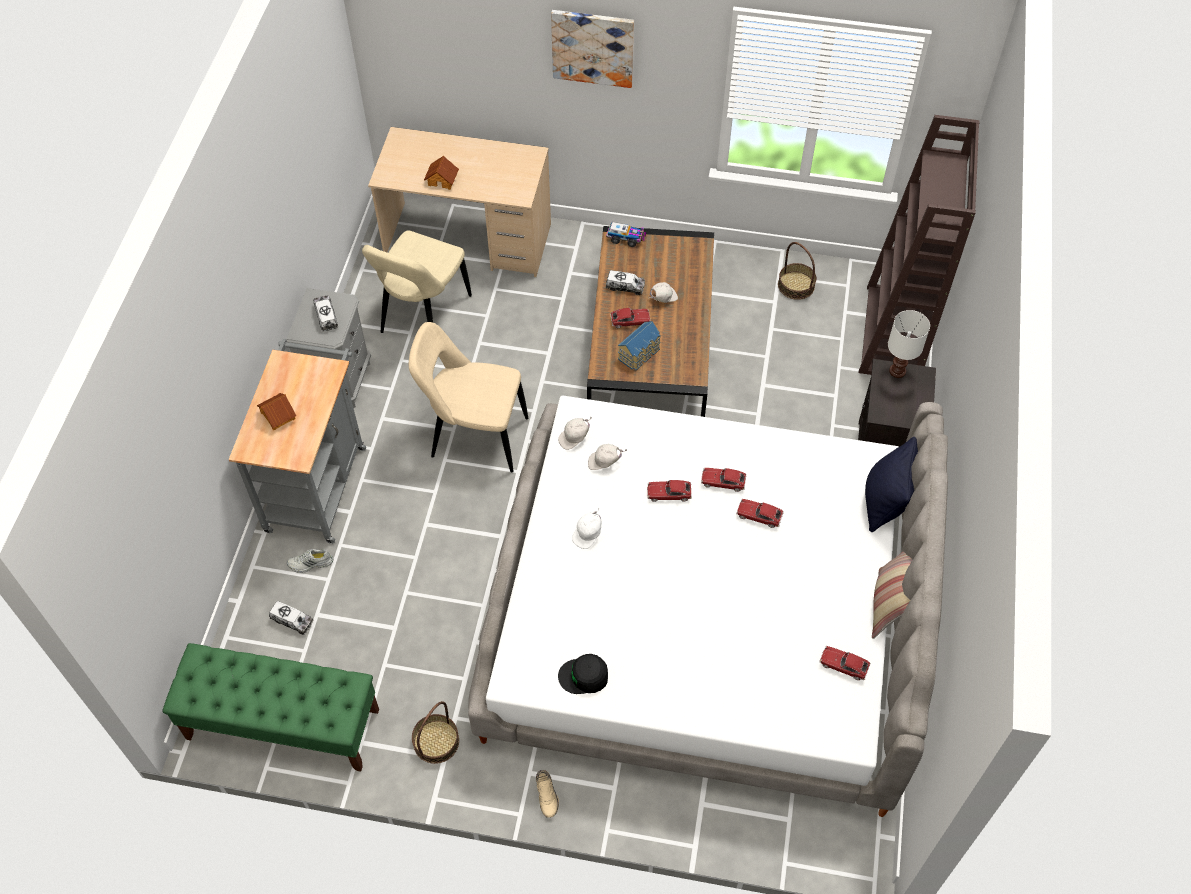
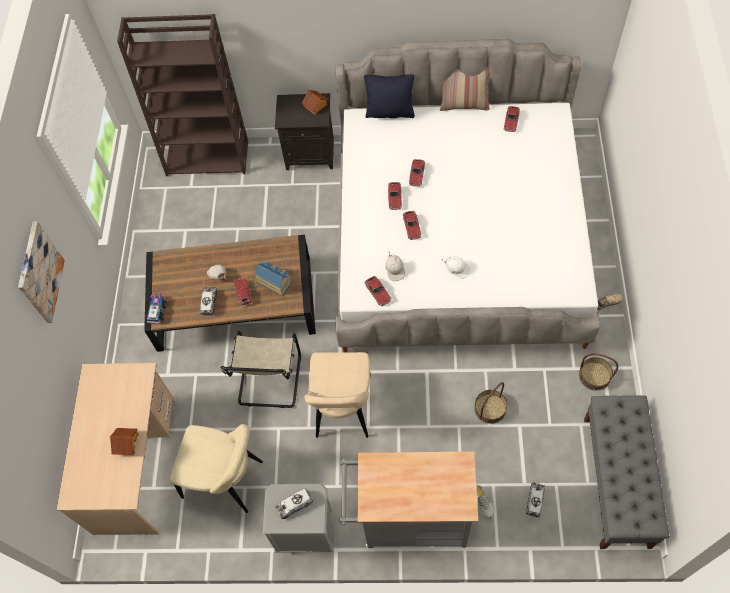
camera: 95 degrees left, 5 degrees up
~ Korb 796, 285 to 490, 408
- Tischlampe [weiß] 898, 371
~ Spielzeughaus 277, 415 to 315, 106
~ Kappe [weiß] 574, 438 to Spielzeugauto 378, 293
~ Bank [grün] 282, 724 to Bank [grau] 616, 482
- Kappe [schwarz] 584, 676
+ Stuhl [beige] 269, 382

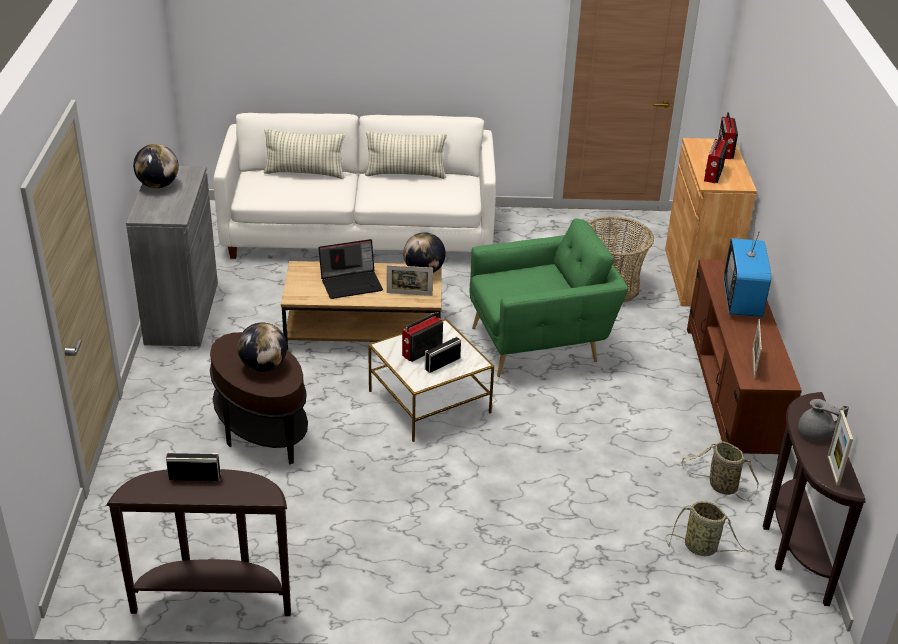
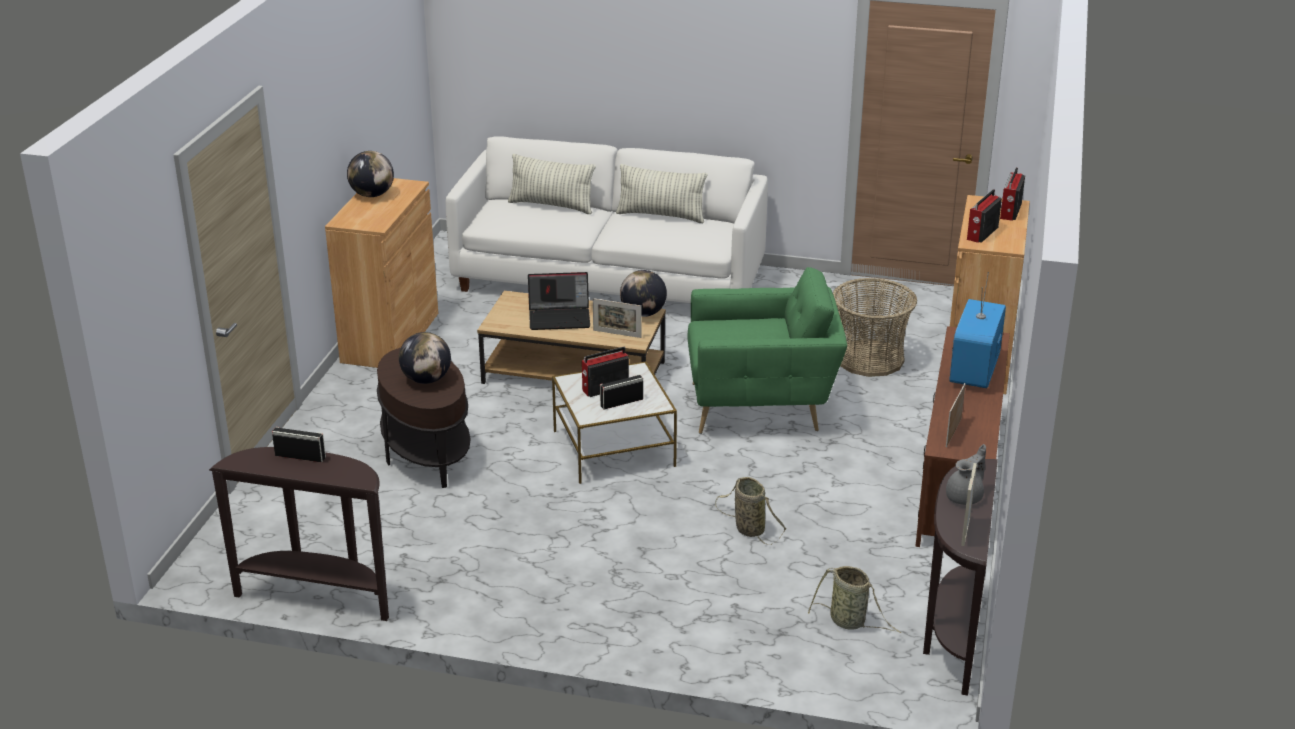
camera: 15 degrees right, 5 degrees down
~ Schrank [grau] 182, 313 to Schrank [braun] 390, 337
~ Teekanne [grau] 815, 434 = 965, 497 90 degrees counterclockwise
~ Korb 720, 486 to 748, 528

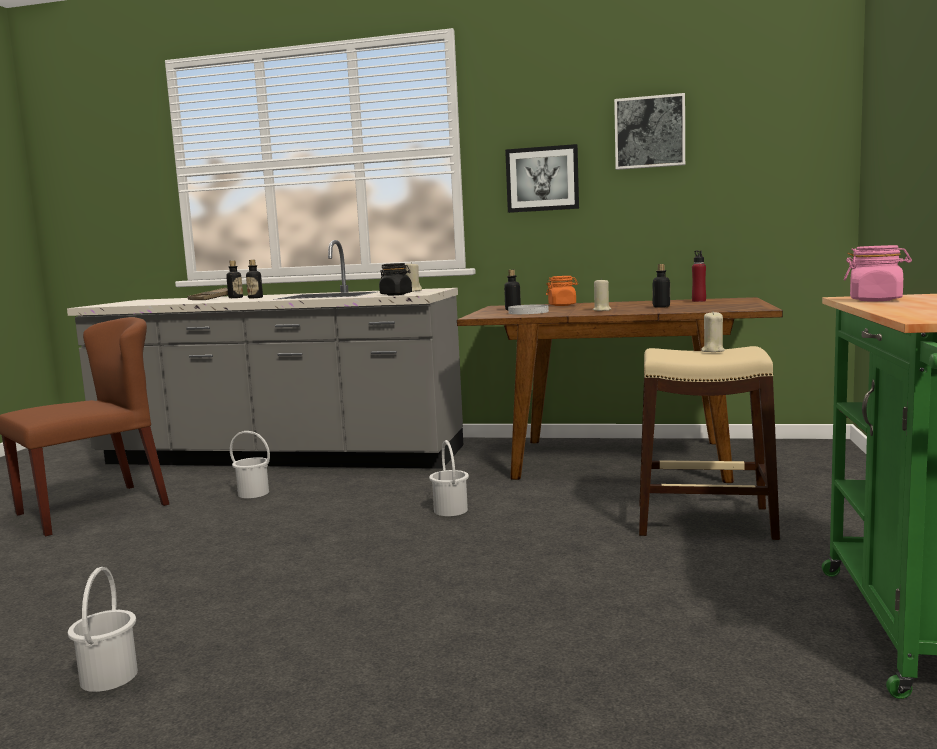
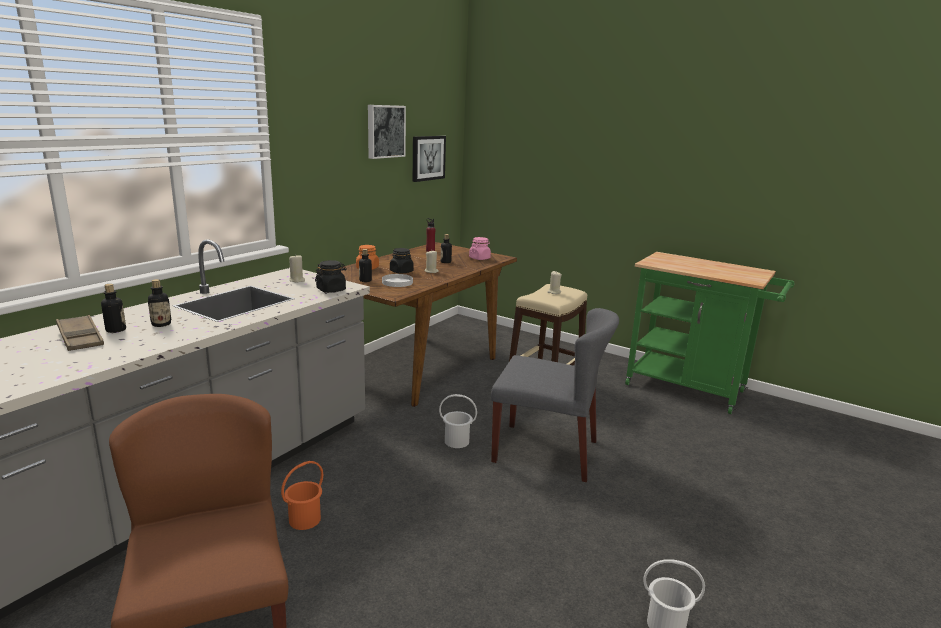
camera: 70 degrees left, 10 degrees up
~ Bild 542, 179 to 428, 158
~ Vorratsglas [rosa] 875, 300 to 479, 258
~ Eimer [weiß] 253, 493 to Eimer [orange] 305, 520
+ Vorratsglas [schwarz] 401, 271
+ Stuhl [grau] 546, 451

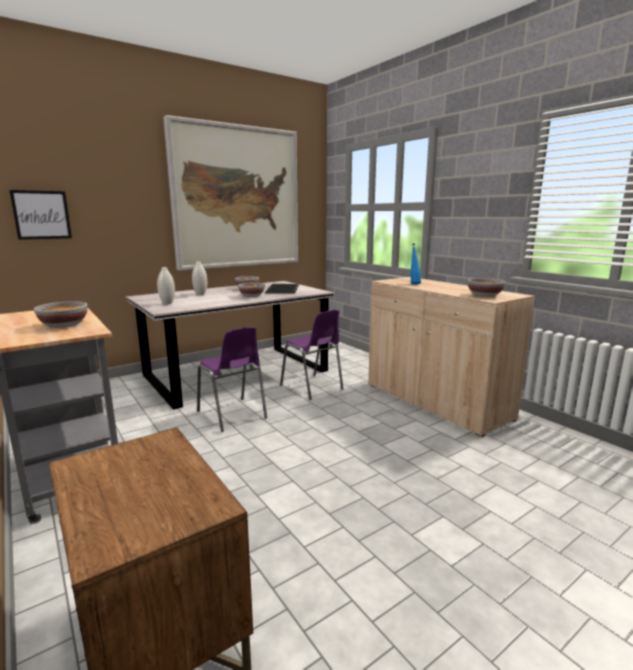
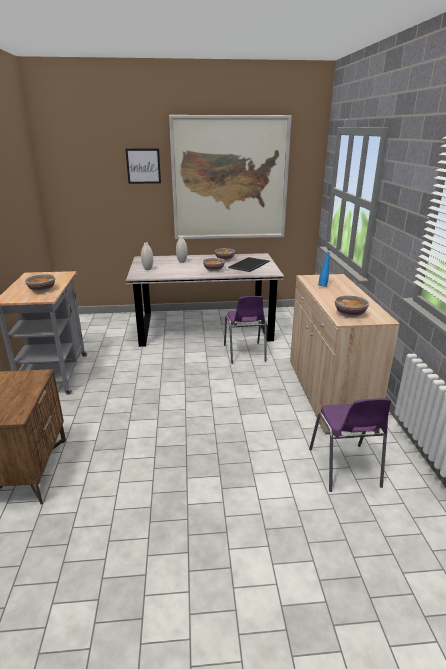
camera: 30 degrees right, 10 degrees up
~ Bild 41, 215 to 143, 166
~ Stuhl [lila] 232, 415 to 345, 469

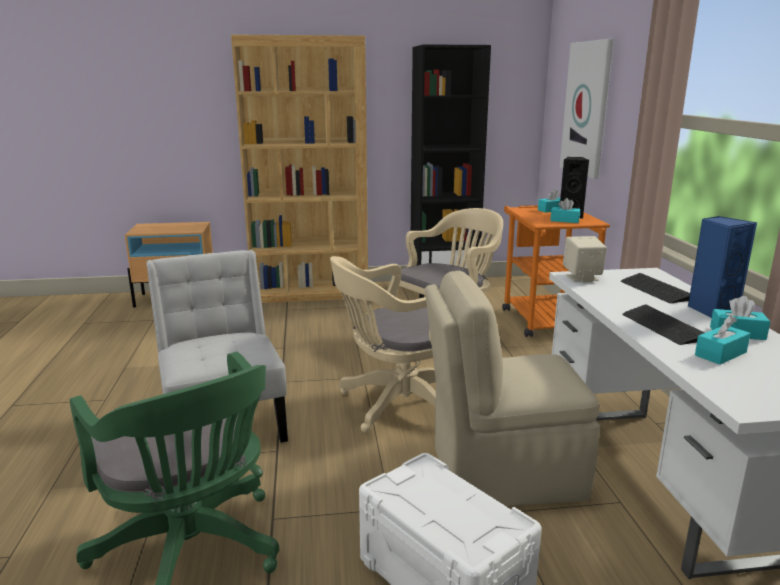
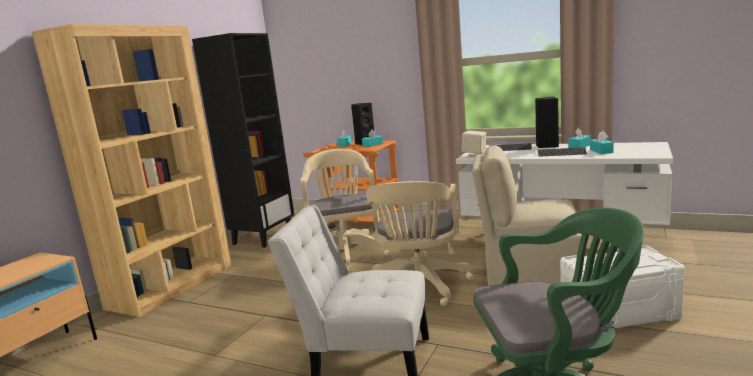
camera: 55 degrees left, 5 degrees down
- Bild 587, 108
~ Lautsprecher [blau] 711, 310 to Lautsprecher [schwarz] 547, 146
~ Stuhl [beige] 502, 473 = 528, 275 75 degrees clockwise

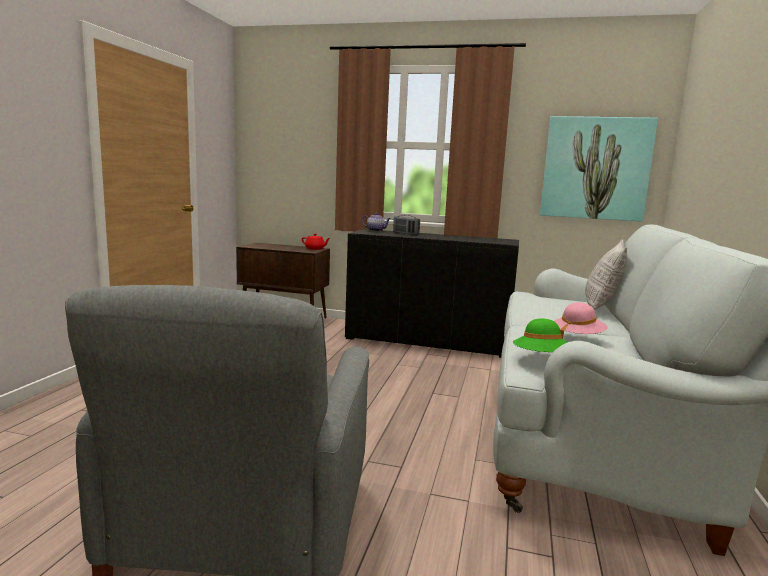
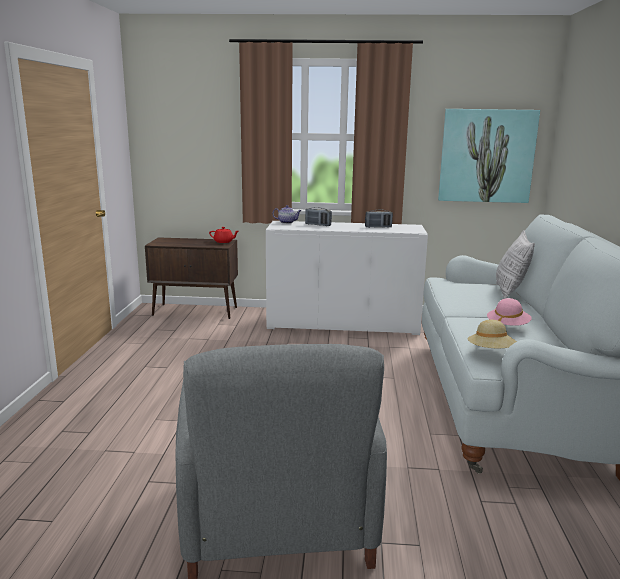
camera: 10 degrees left, 5 degrees up
~ Schrank [schwarz] 427, 341 to Schrank [weiß] 343, 324
~ Hut [grün] 541, 359 to Hut [beige] 491, 352
+ Radio 378, 227

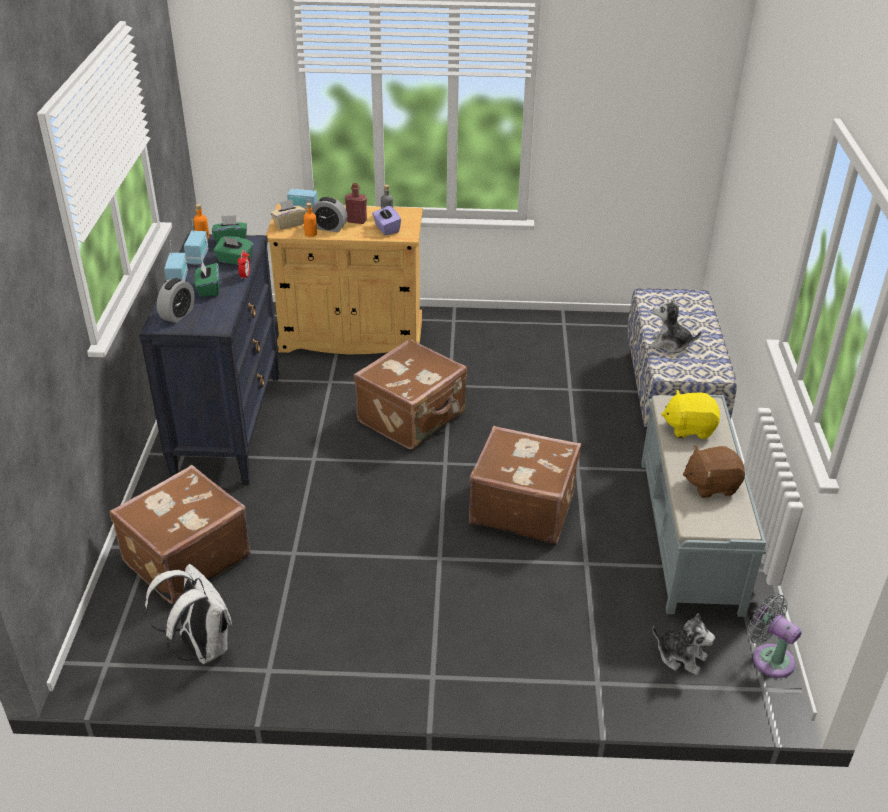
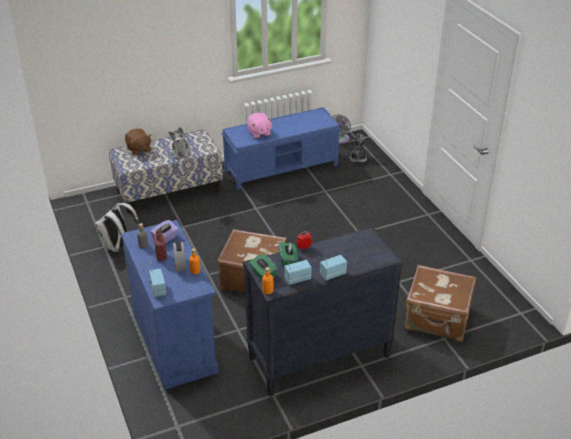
camera: 115 degrees left, 0 degrees up
- Taschentuchbox [beige] 289, 224
~ Schrank [beige] 351, 336 to Schrank [blau] 174, 341
- Taschentuchbox [grün] 208, 289
- Wecker 178, 315
~ Plüschtier [gelb] 689, 428 to Plüschtier [rosa] 259, 133
~ Bank [grau] 689, 535 to Bank [blau] 282, 167
- Koffer [braun] 522, 507
~ Plüschtier [braun] 711, 485 to 138, 149
~ Rucksack [weiß] 200, 647 to 118, 246

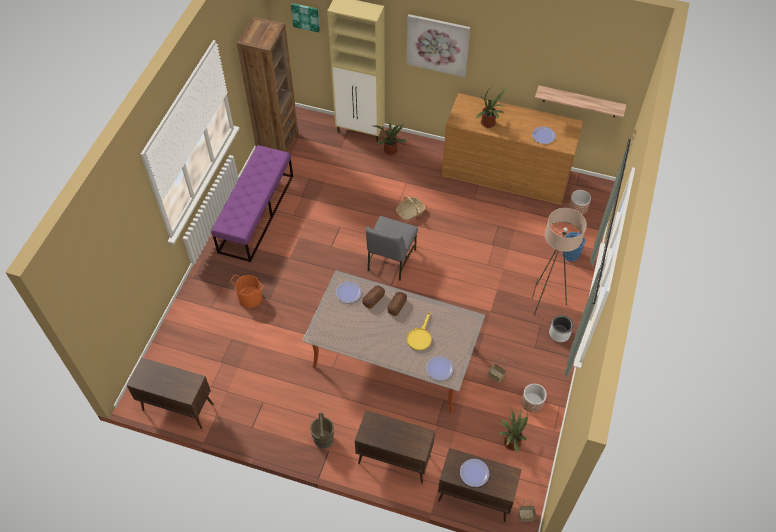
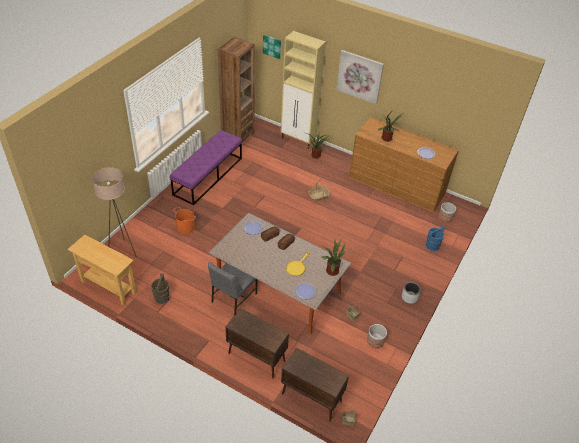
camera: 10 degrees right, 10 degrees down
- Wandregal 580, 101
~ Stehlampe [beige] 545, 300 to 123, 251
~ Stuhl [grau] 390, 260 to 233, 298
~ Schrank [braun] 177, 407 to Konsolentisch [beige] 108, 287
~ Topfpflanze 510, 442 to 331, 270
~ Eimer [braun] 323, 439 to 162, 298
- Teller 474, 473

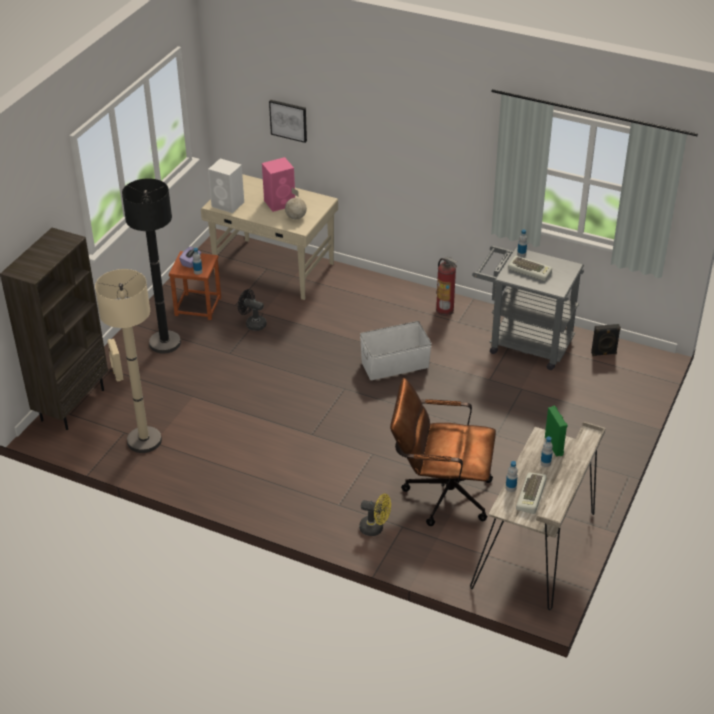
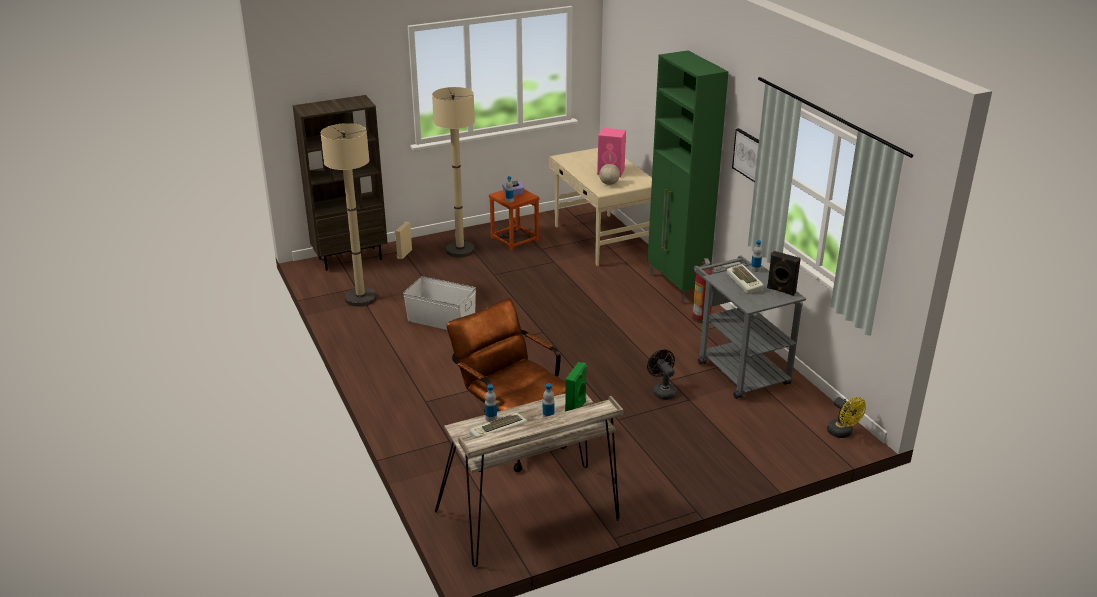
camera: 40 degrees right, 10 degrees down
~ Bild 288, 120 to 749, 155
- Lautsprecher [weiß] 228, 204
~ Stehlampe [schwarz] 165, 343 to Stehlampe [beige] 460, 250
~ Ventilator [schwarz] 253, 324 to 662, 391
~ Aufbewahrungsbox [weiß] 394, 364 to 441, 319
~ Lautsprecher [schwarz] 604, 353 to 780, 291
~ Ventilator [gelb] 375, 528 to 842, 433
+ Schrank [grün] 677, 286

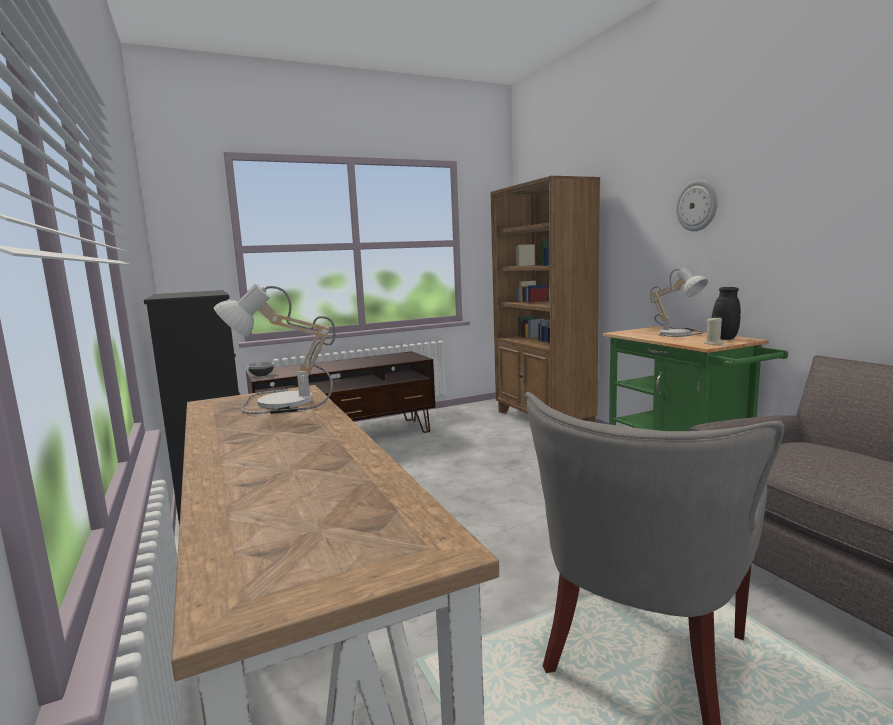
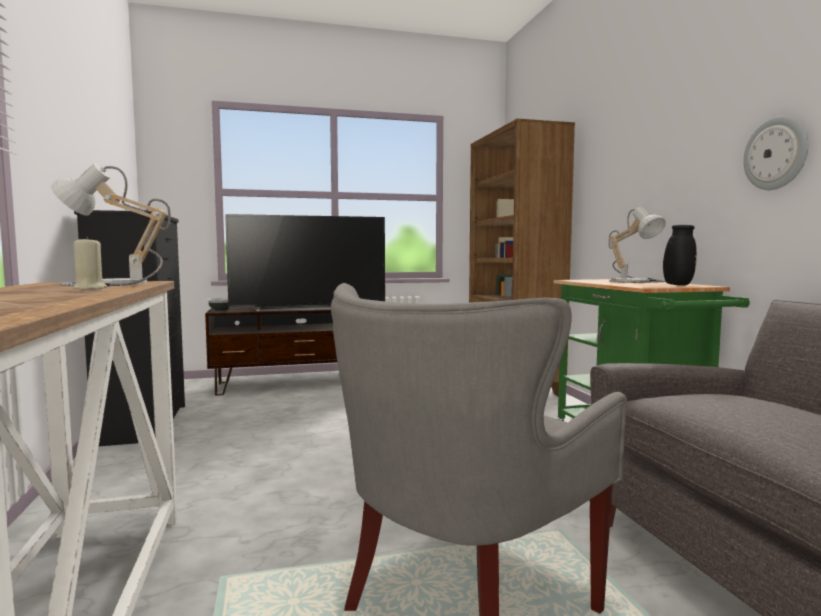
camera: 10 degrees right, 5 degrees down
~ Wanduhr 697, 205 to 776, 154
~ Kerze [beige] 713, 343 to 90, 288
+ Fernseher 309, 308

